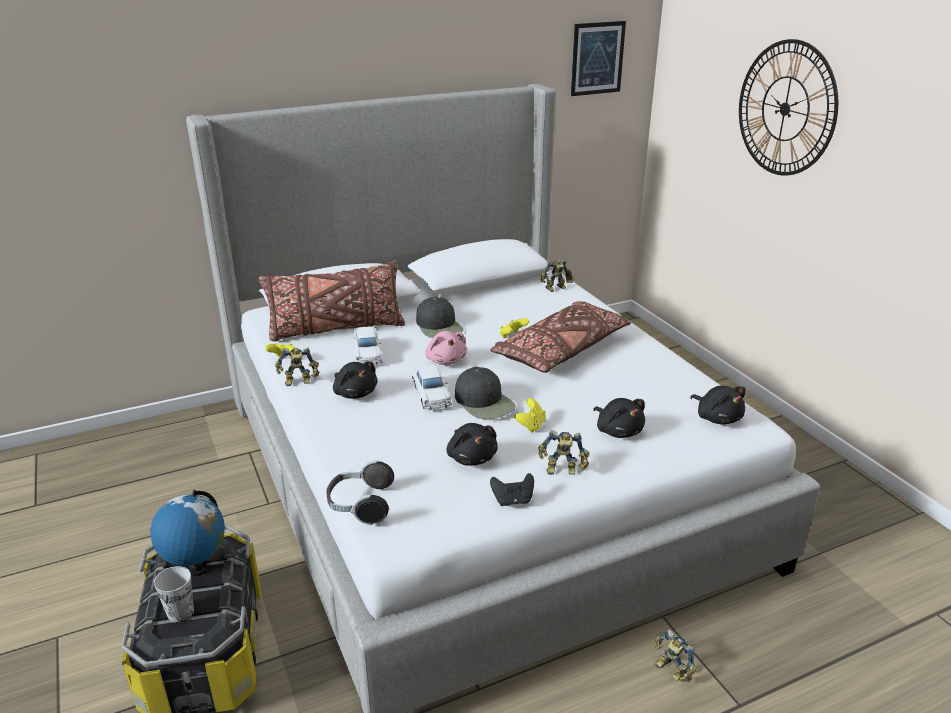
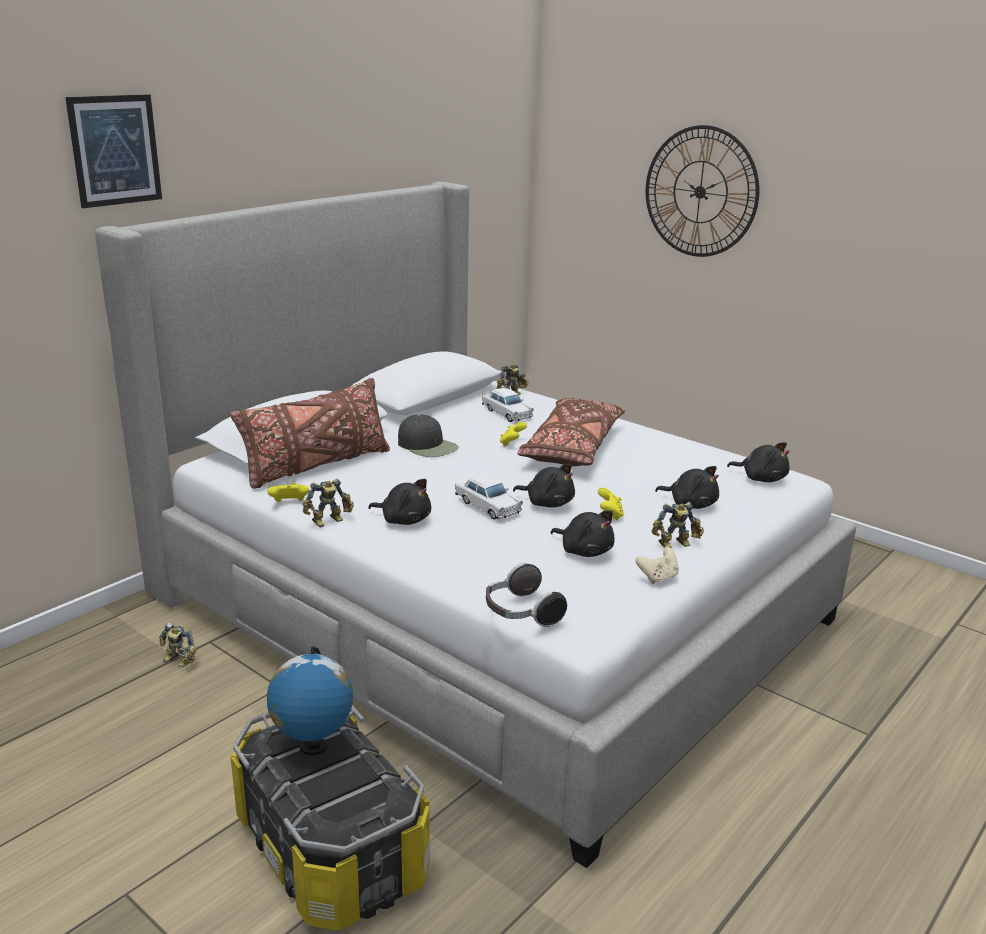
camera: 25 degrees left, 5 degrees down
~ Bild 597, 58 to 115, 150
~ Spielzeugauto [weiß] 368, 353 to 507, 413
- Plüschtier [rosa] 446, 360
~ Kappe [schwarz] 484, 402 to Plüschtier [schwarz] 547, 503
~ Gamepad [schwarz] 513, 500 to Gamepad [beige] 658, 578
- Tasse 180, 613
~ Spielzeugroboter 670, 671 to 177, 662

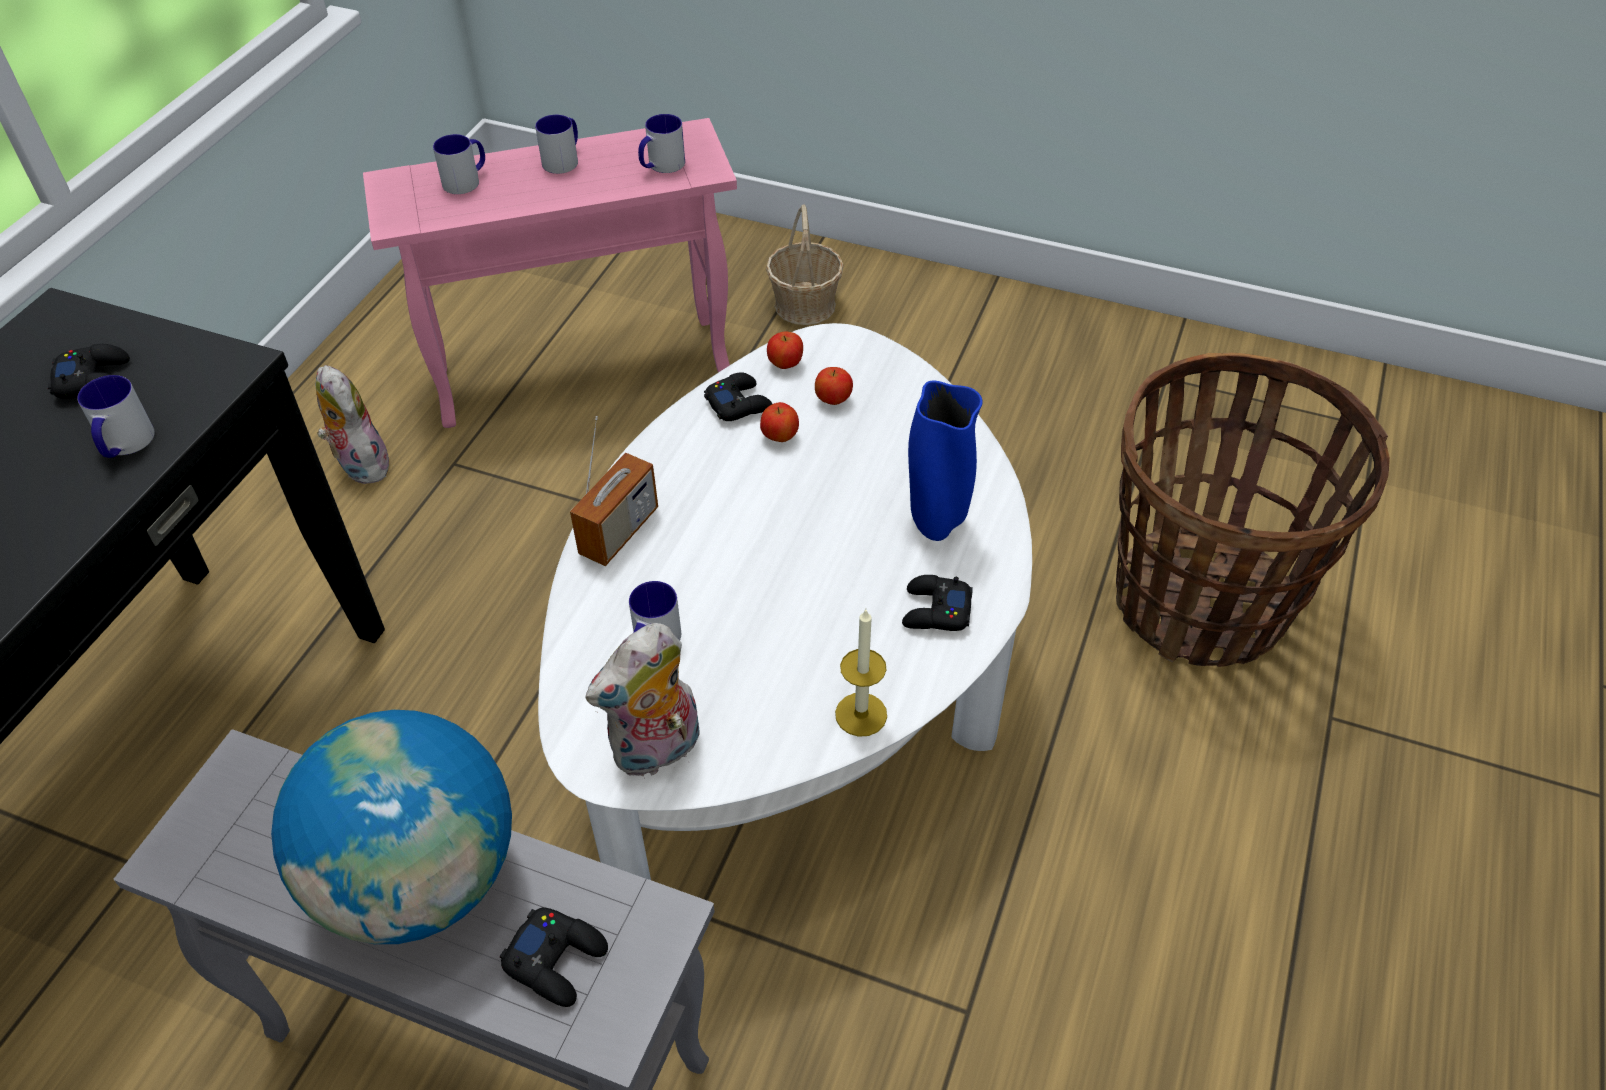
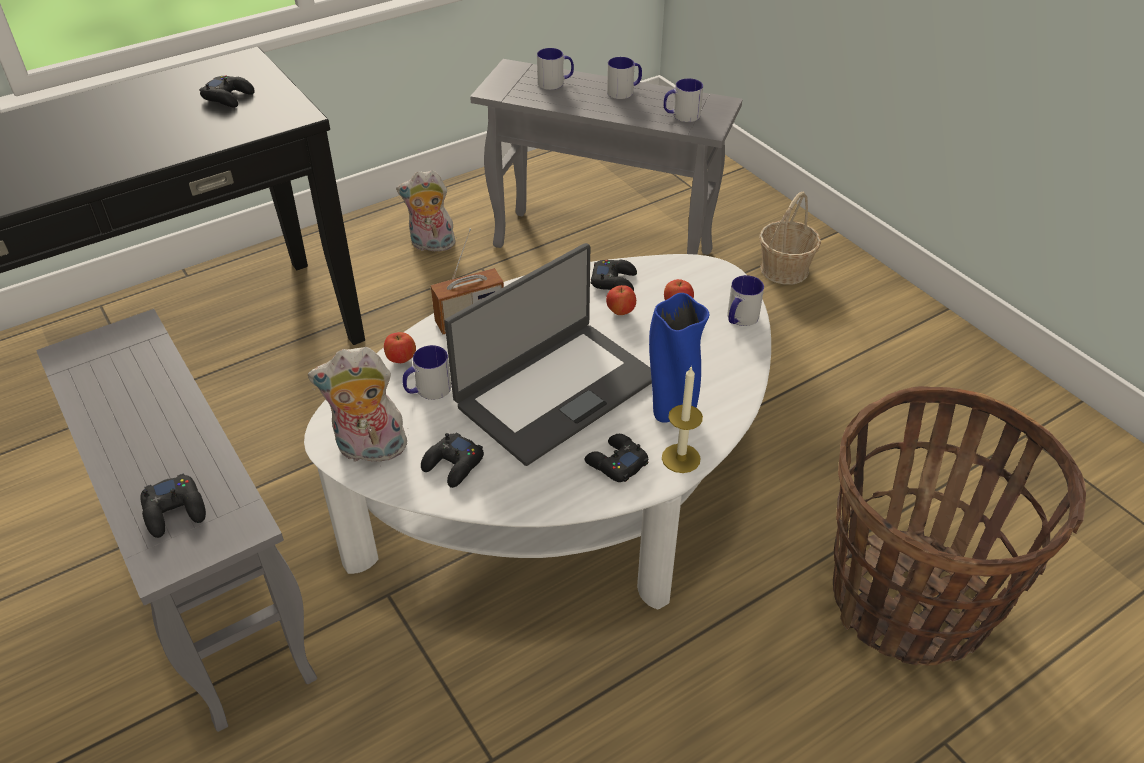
camera: 35 degrees right, 5 degrees down
~ Beistelltisch [rosa] 582, 372 to Beistelltisch [grau] 602, 249
~ Apfel 785, 364 to 401, 359
~ Plüschtier 359, 464 = 431, 245 90 degrees counterclockwise
~ Henkelbecher 125, 445 to 739, 319
~ Kerze 861, 714 to 681, 458
- Globus 421, 879
+ Laptop 555, 391
+ Gamepad [schwarz] 453, 465

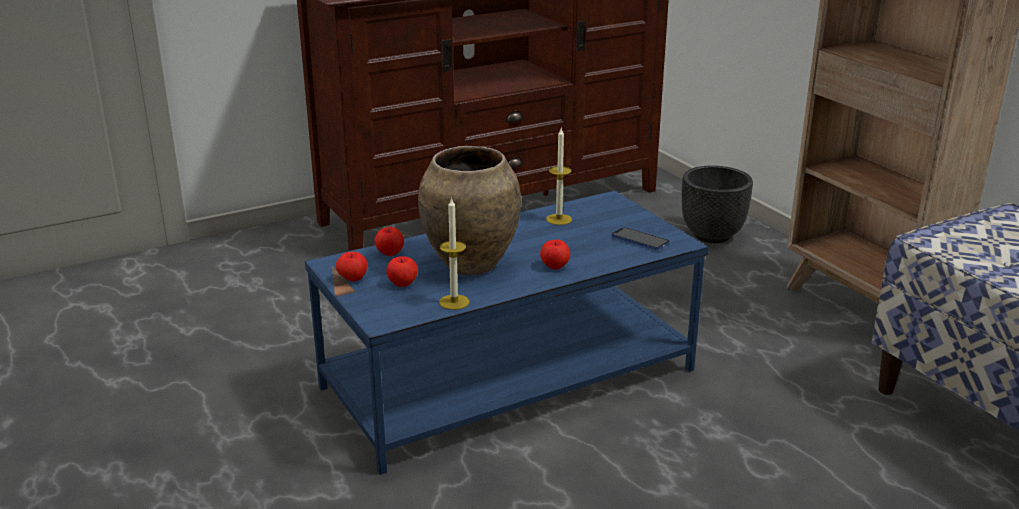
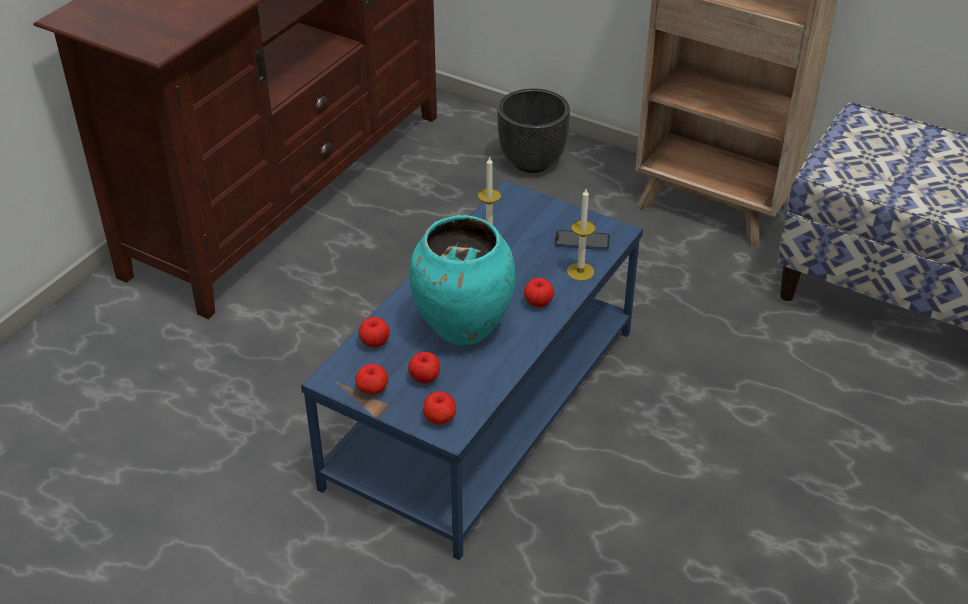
camera: 30 degrees left, 15 degrees up
~ Vase [braun] 470, 265 to Vase [türkis] 464, 330
~ Kerze 454, 302 to 580, 271
+ Apfel 440, 419

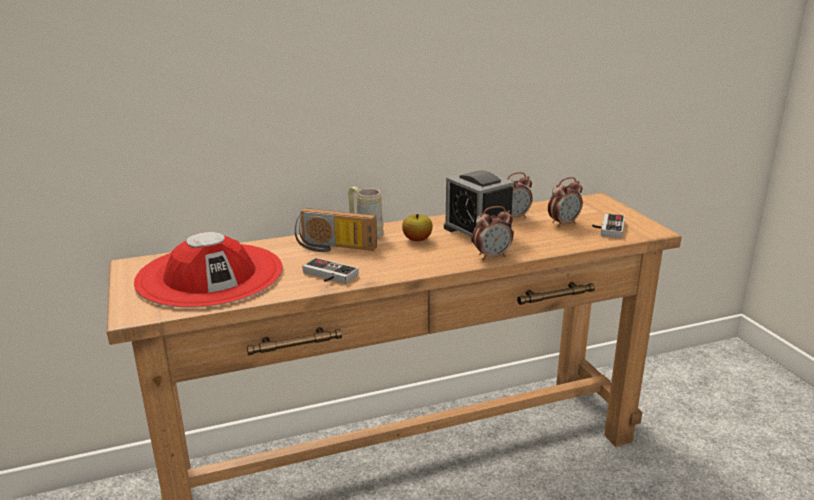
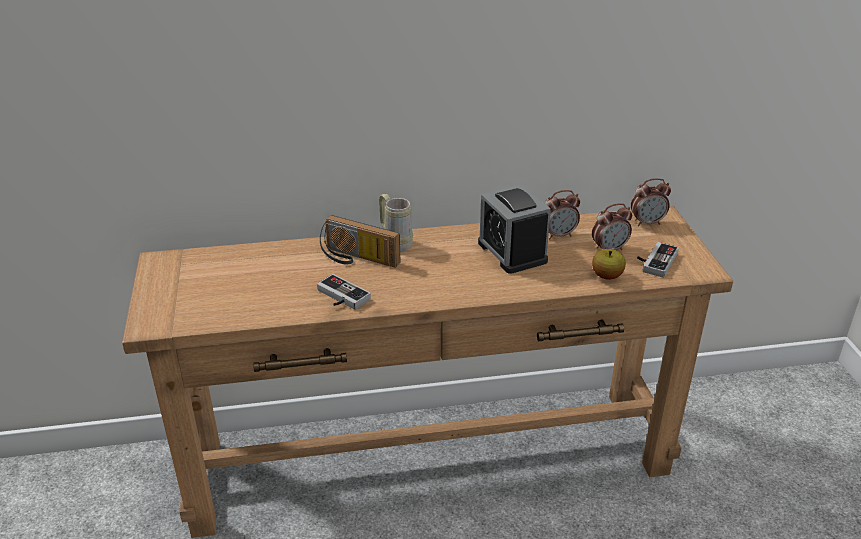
camera: 10 degrees right, 10 degrees up
~ Wecker 492, 256 to 647, 223
~ Apfel 417, 240 to 607, 276
- Hut [rot] 210, 275

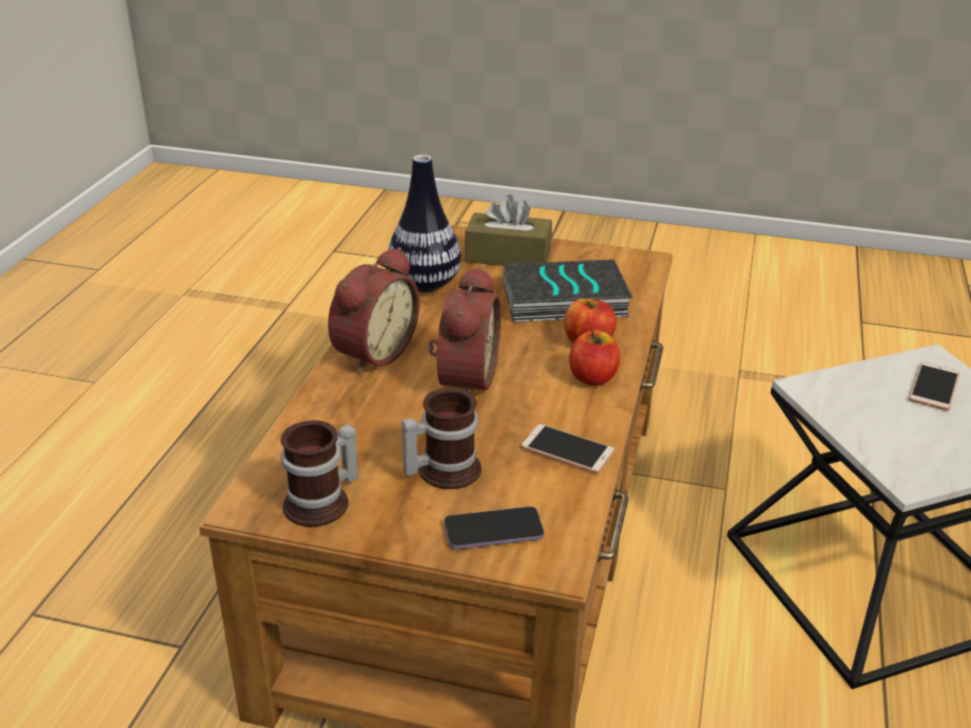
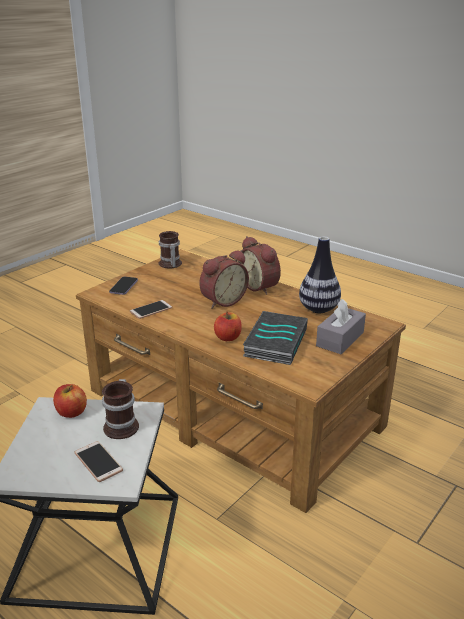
camera: 115 degrees right, 5 degrees down
~ Taschentuchbox [braun] 508, 256 to Taschentuchbox [grau] 340, 339
~ Wecker 463, 379 = 222, 301 75 degrees counterclockwise
~ Apfel 593, 377 to 71, 412
~ Henkelbecher 442, 470 to 123, 425

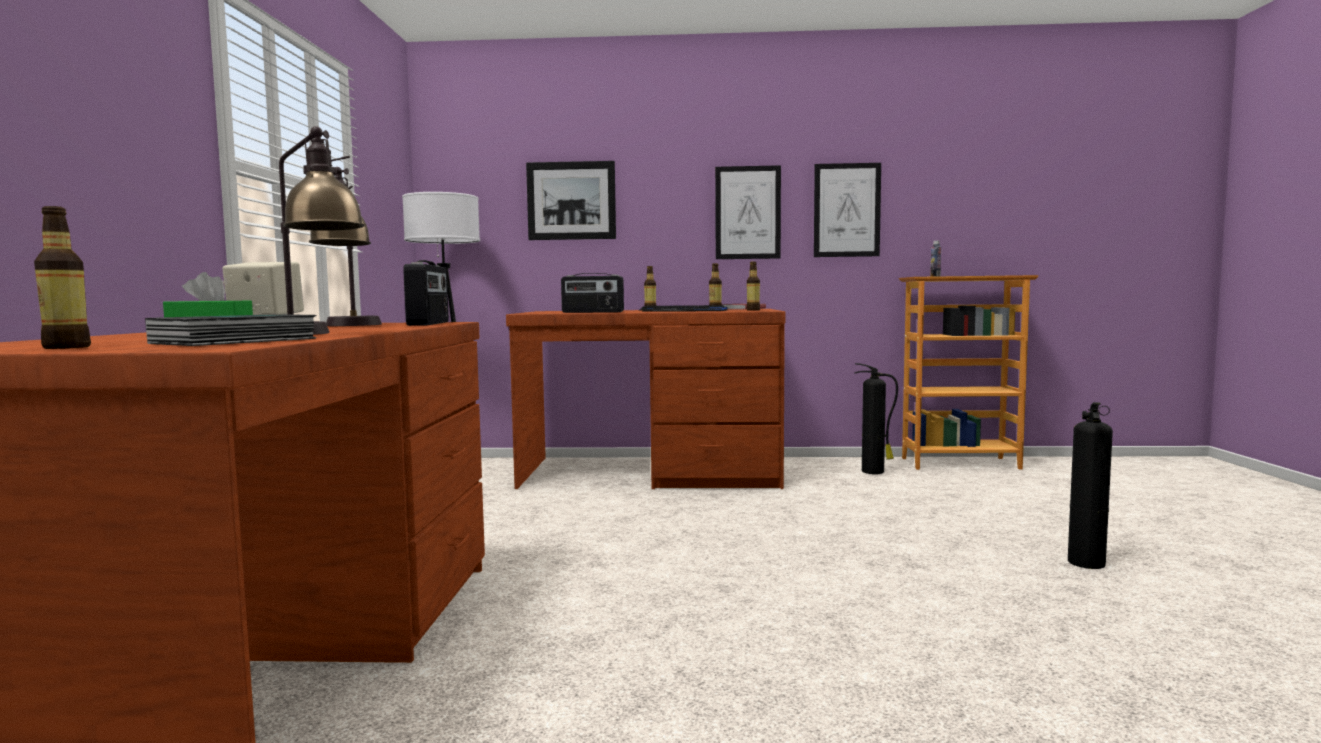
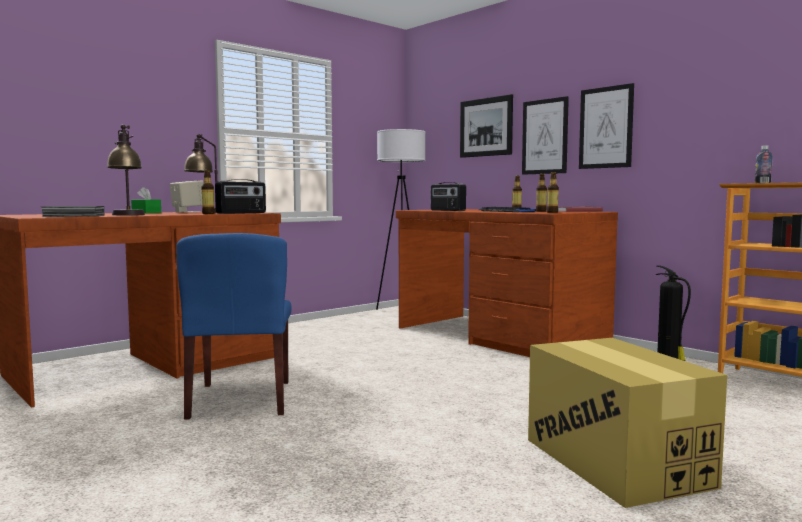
camera: 45 degrees right, 0 degrees up
~ Bild 846, 210 to 544, 136
~ Flasche 66, 347 to 208, 214
~ Feuerlöscher 1086, 562 to Karton 616, 462
+ Stuhl [blau] 241, 399

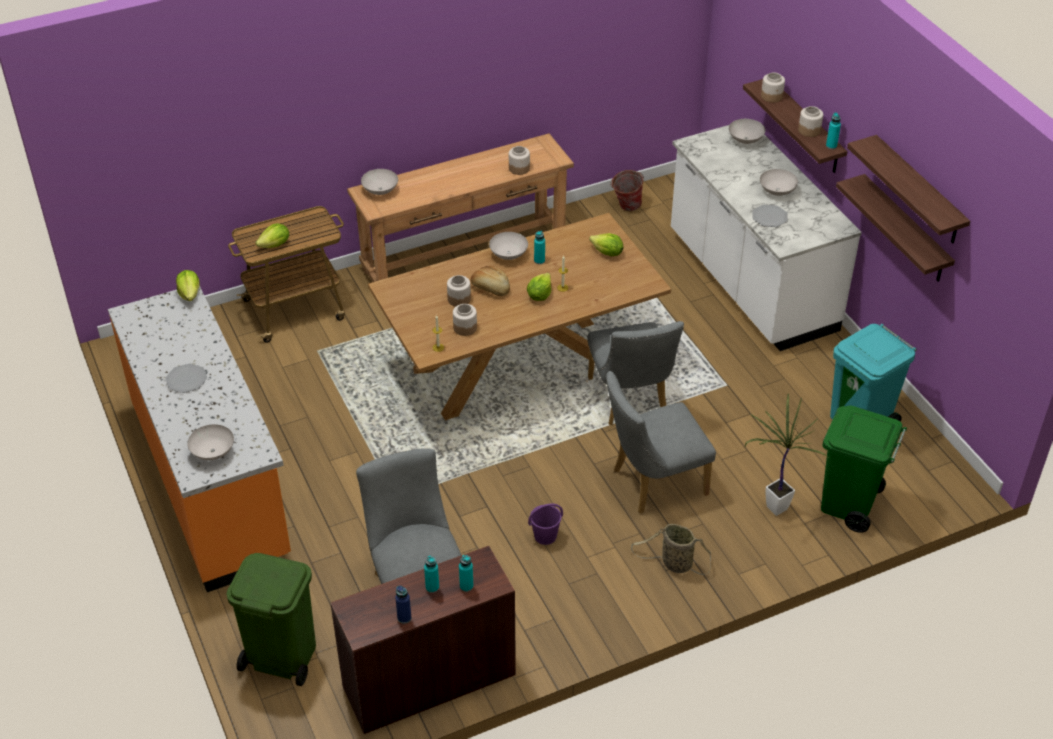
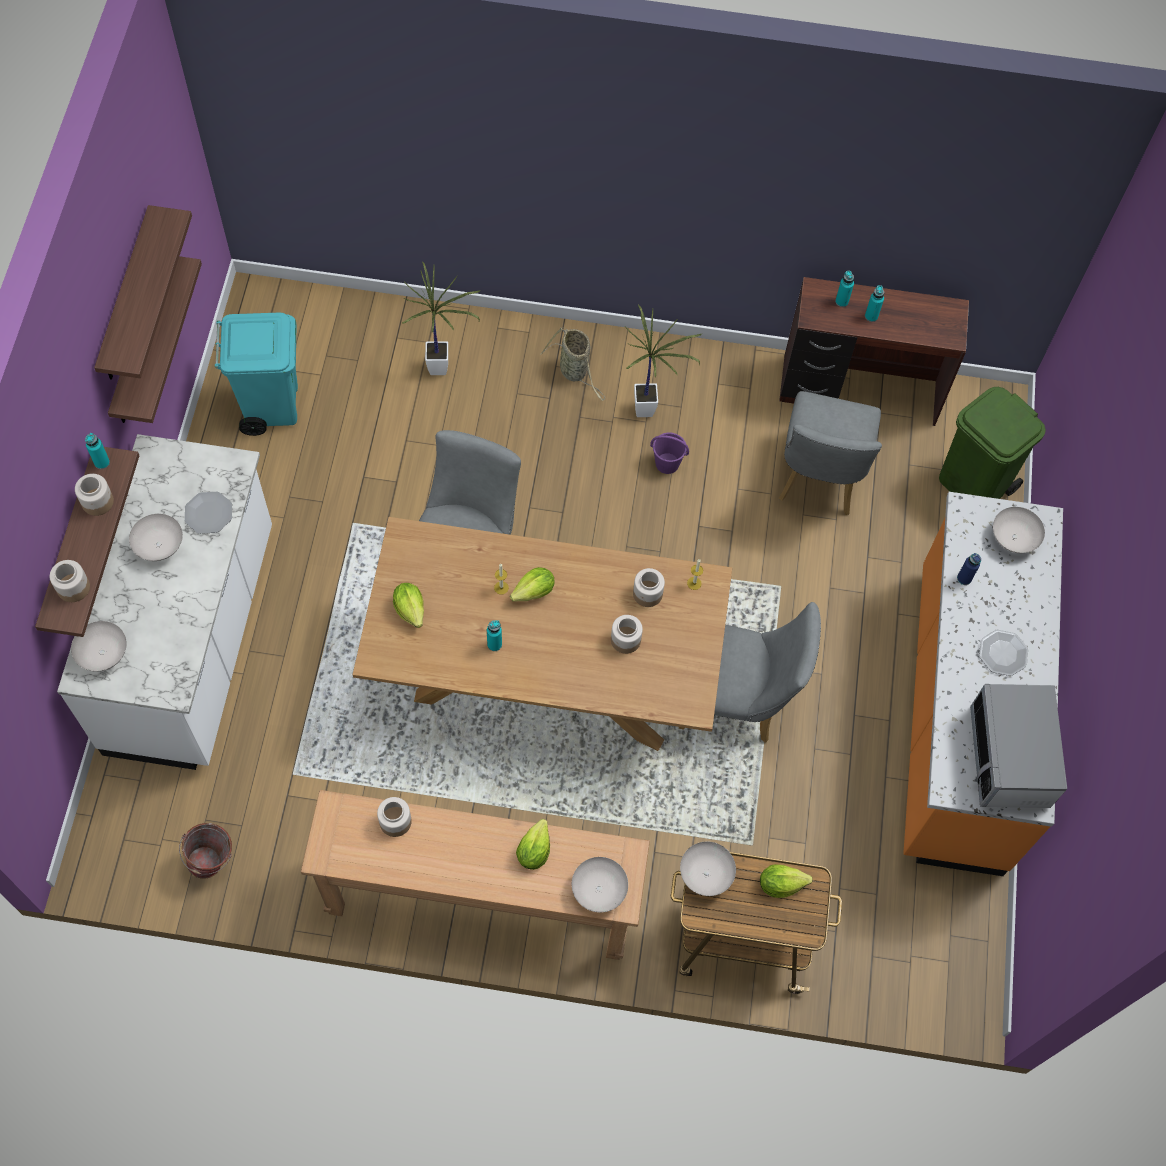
camera: 150 degrees left, 20 degrees up
~ Schüssel [weiß] 508, 255 to 707, 874
- Brot 490, 288
~ Salatkopf 190, 294 to 534, 851
~ Stuhl [grau] 652, 483 to 738, 702
- Mülleimer [grün] 849, 505
~ Flasche [blau] 404, 617 to 964, 578
+ Topfpflanze 648, 413
+ Mikrowelle 1009, 758

